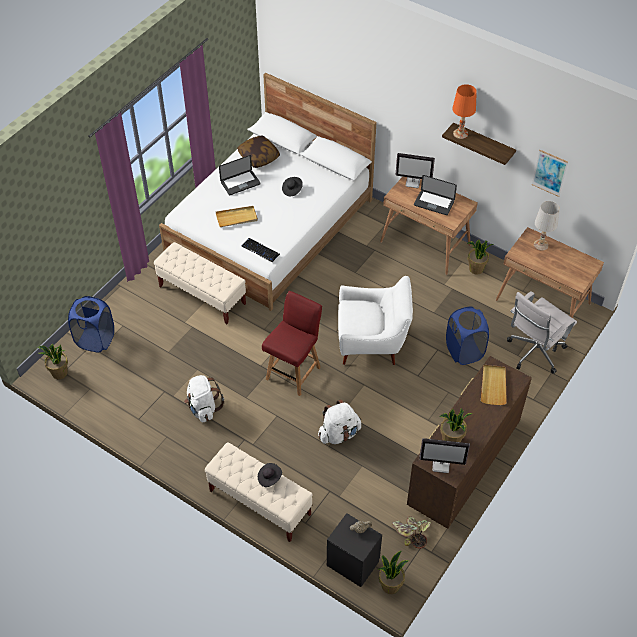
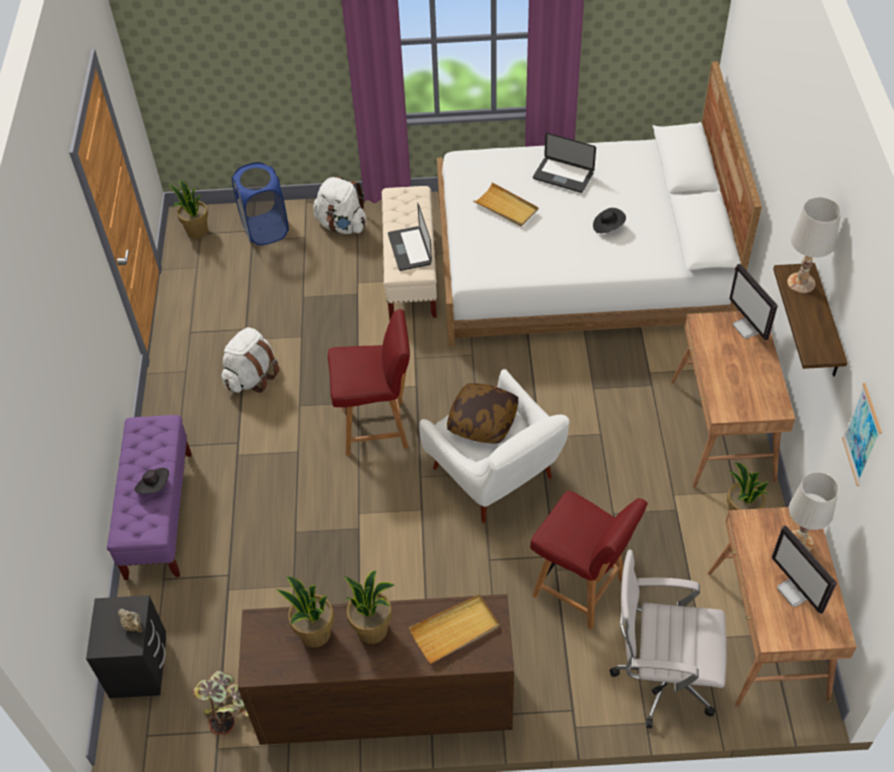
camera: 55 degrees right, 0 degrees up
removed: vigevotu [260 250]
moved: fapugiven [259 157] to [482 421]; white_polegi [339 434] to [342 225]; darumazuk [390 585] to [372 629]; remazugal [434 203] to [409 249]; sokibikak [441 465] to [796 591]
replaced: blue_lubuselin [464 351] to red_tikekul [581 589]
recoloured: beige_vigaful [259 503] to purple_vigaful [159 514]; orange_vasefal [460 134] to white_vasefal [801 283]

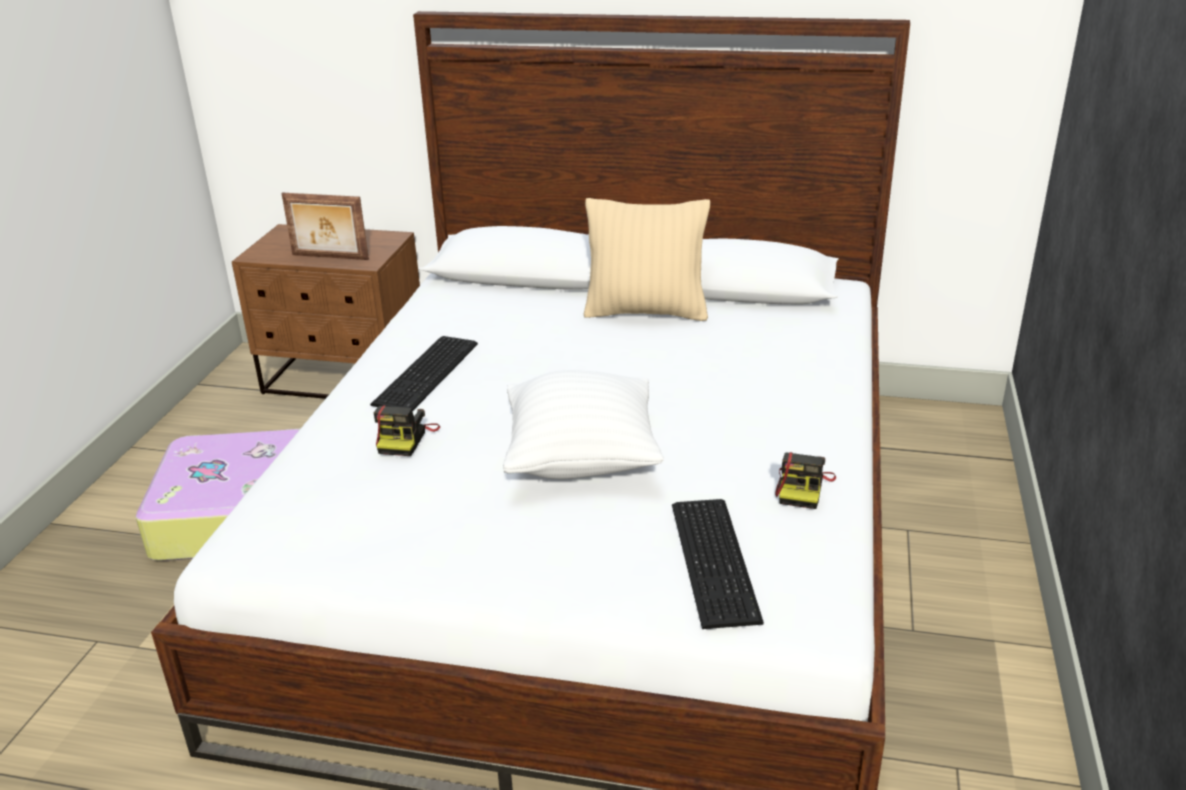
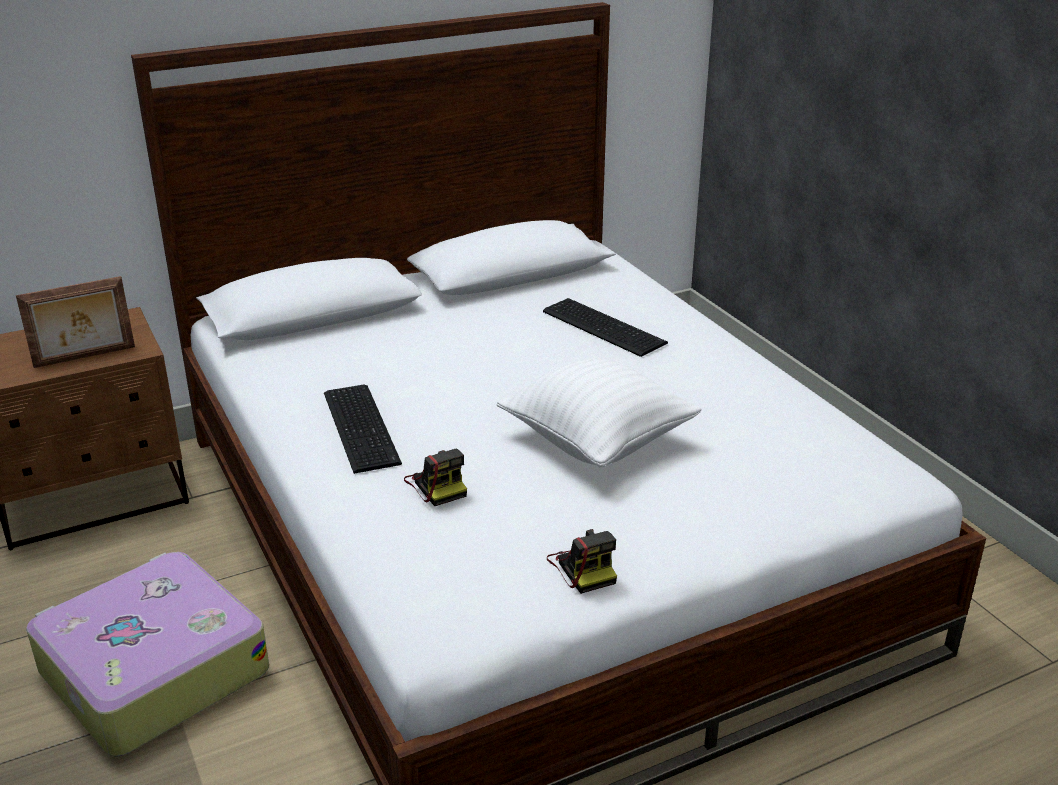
camera: 40 degrees left, 0 degrees up
removed: beige_fapugiven [646 312]
moved: vigevotu [717 559] to [604 326]; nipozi [803 488] to [583 567]

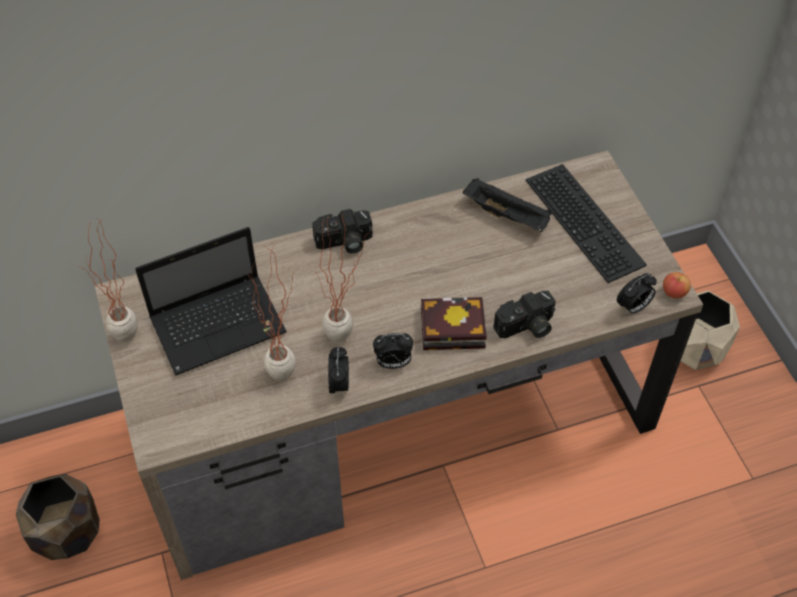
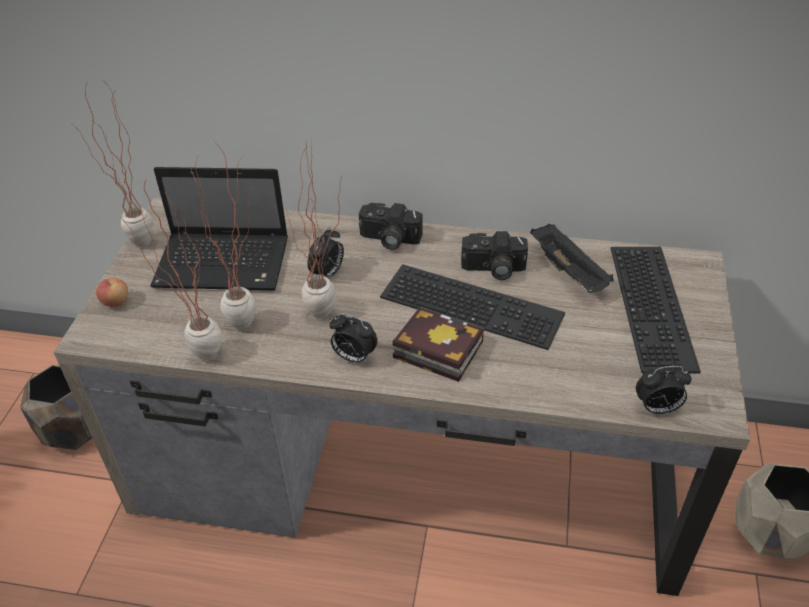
camera: 30 degrees right, 10 degrees down
added: darumazuk [196 354]; vigevotu [474 304]
moved: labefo [339 385] to [328 273]; nipozi [526 327] to [493 269]; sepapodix [674 292] to [115 301]

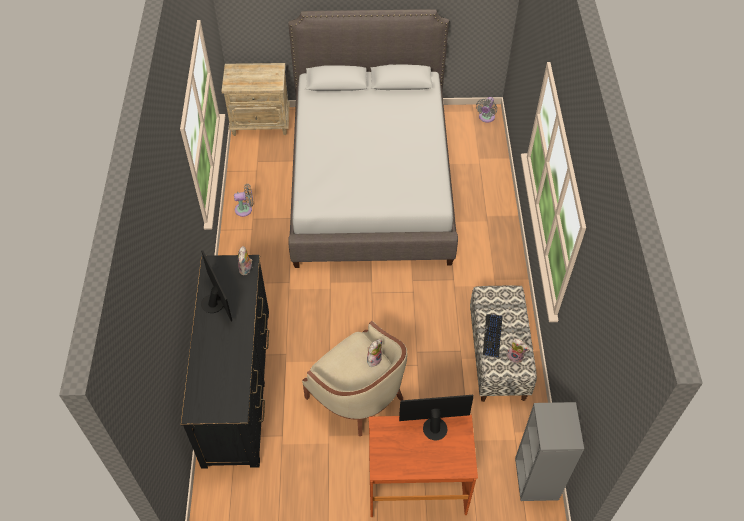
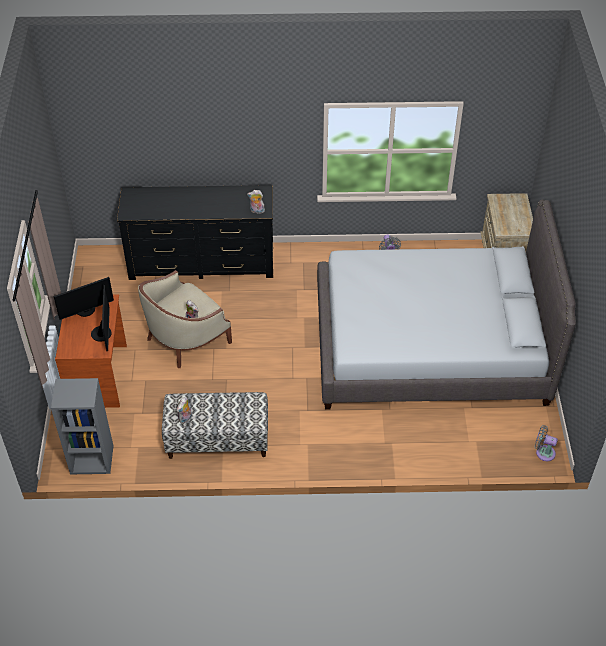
camera: 90 degrees right, 5 degrees down
removed: vigevotu [492 336]
moved: sokibikak [215 302] to [86 310]

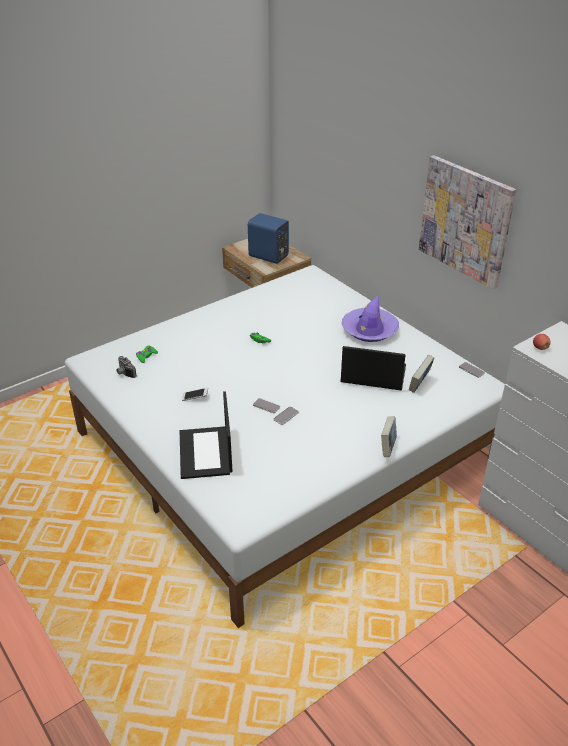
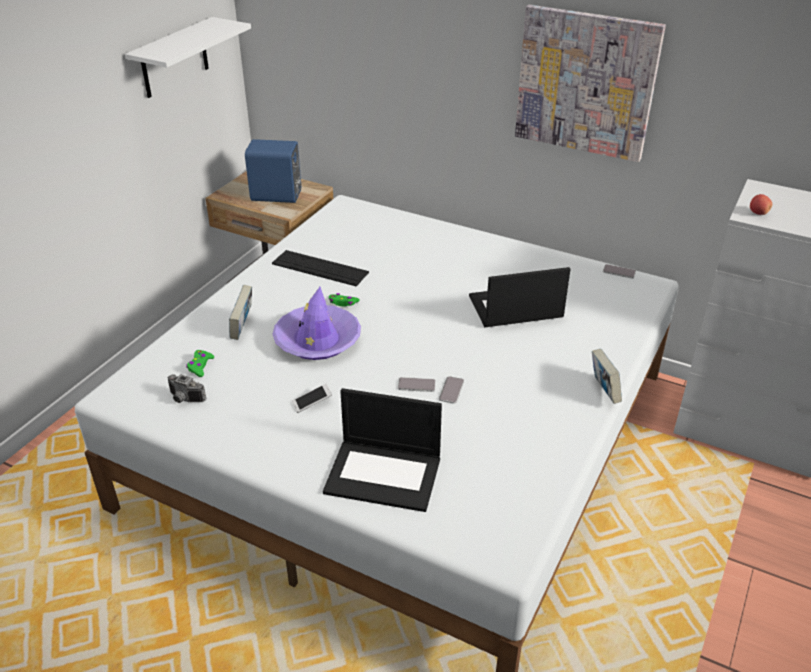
camera: 25 degrees left, 0 degrees up
added: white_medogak [174 58]; vigevotu [320 268]
moved: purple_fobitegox [369 330] to [317 340]; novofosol [419 385] to [243 328]
turned: remazugal [206 453] = [384 474] 45 degrees counterclockwise

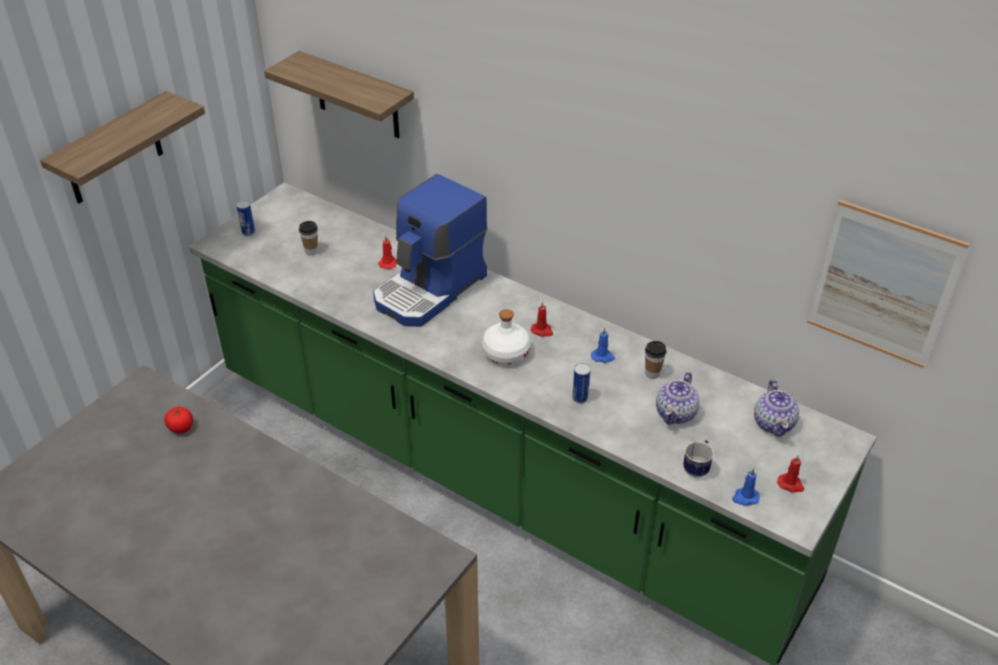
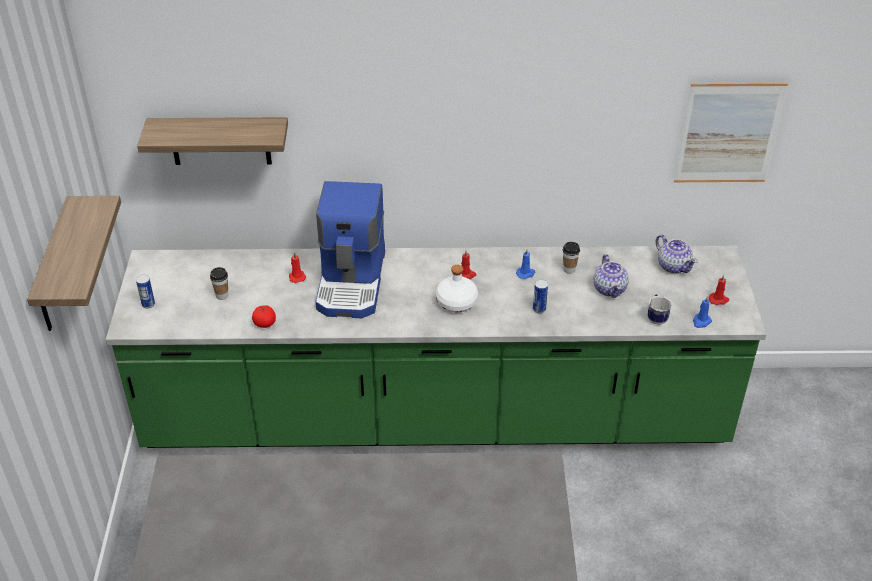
camera: 35 degrees left, 0 degrees up
moved: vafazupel [181 428] to [264 323]

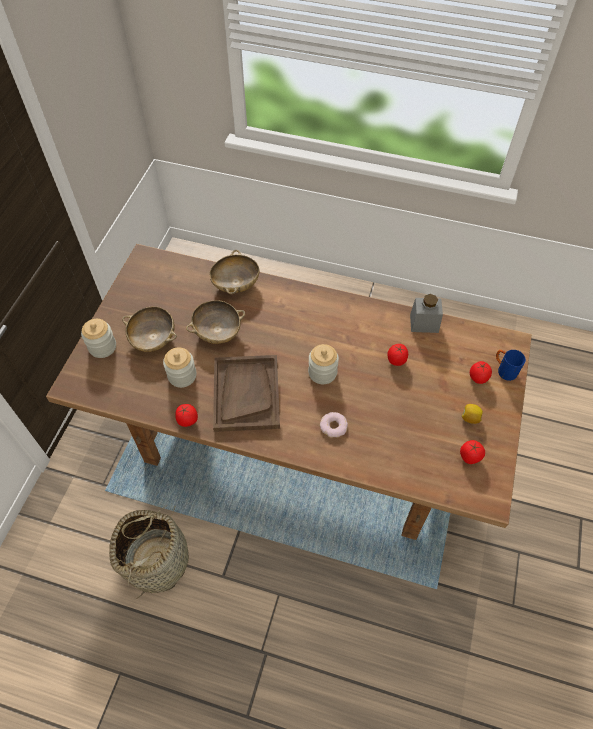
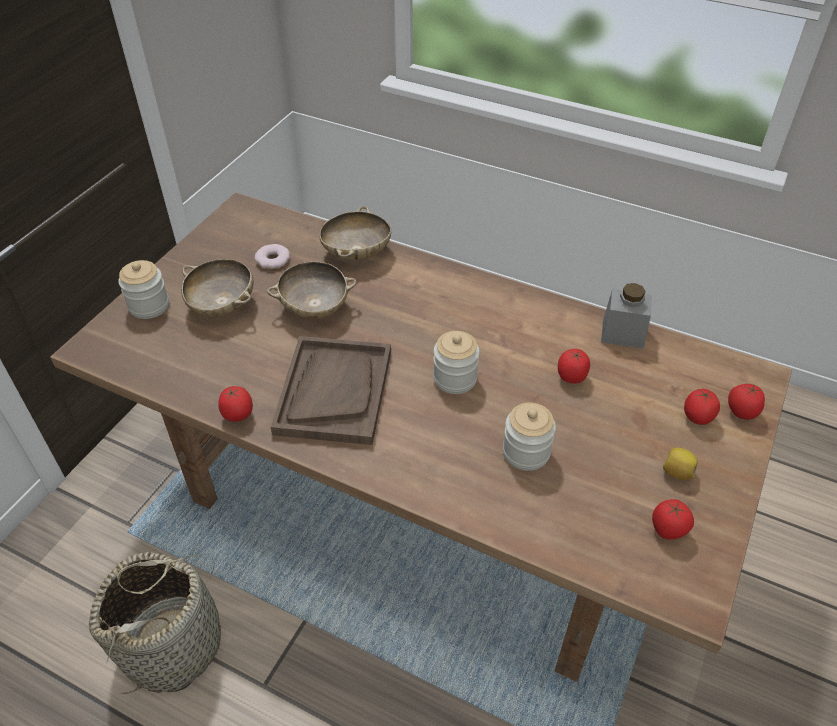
camera: 10 degrees right, 10 degrees down
moved: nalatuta [182 376] to [526 452]; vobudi [333 426] to [273 260]
replaced: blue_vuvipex [504 370] to vafazupel [741 412]

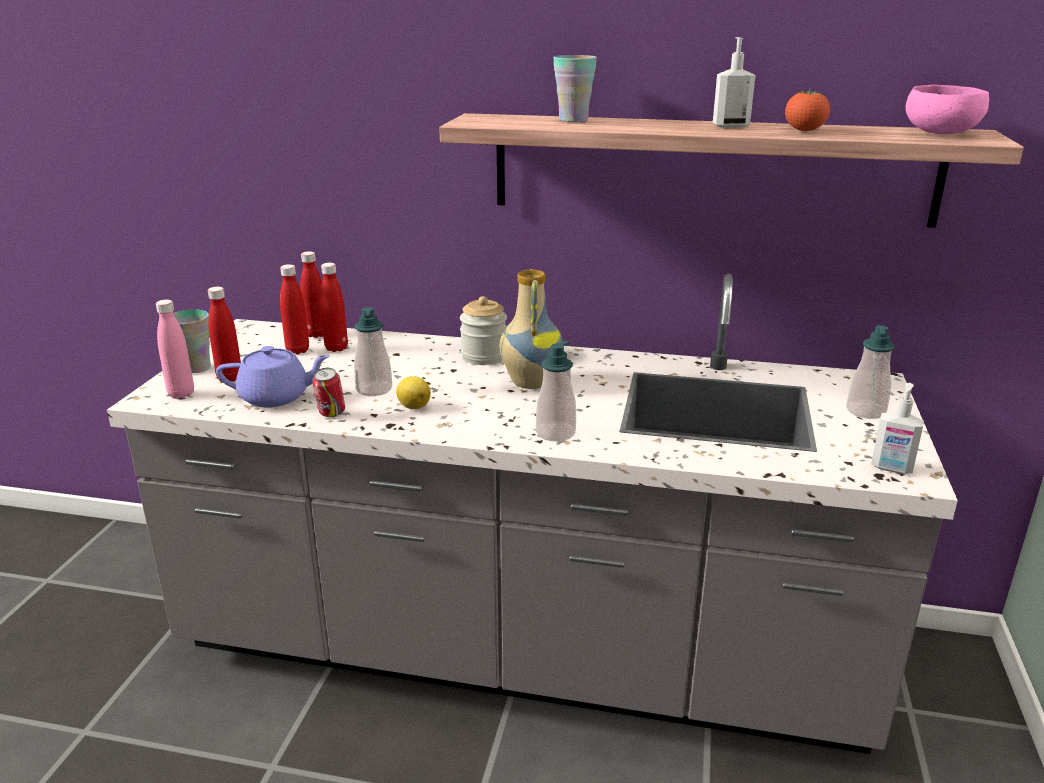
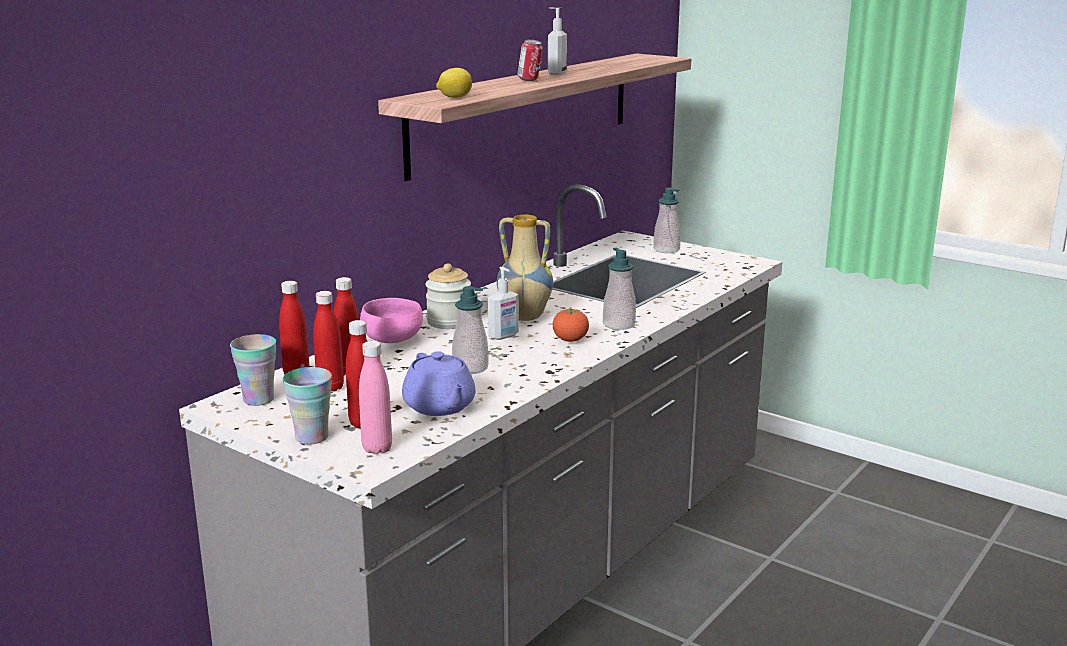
camera: 65 degrees left, 5 degrees down
moved: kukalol [331 415] to [530 80]; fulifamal [413 406] to [454 97]; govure [573 120] to [258 399]; vafazupel [804 131] to [570 340]; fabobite [891 468] to [504 336]; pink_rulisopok [942 134] to [394 340]
turned: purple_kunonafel [276 397] = [440 407] 135 degrees clockwise

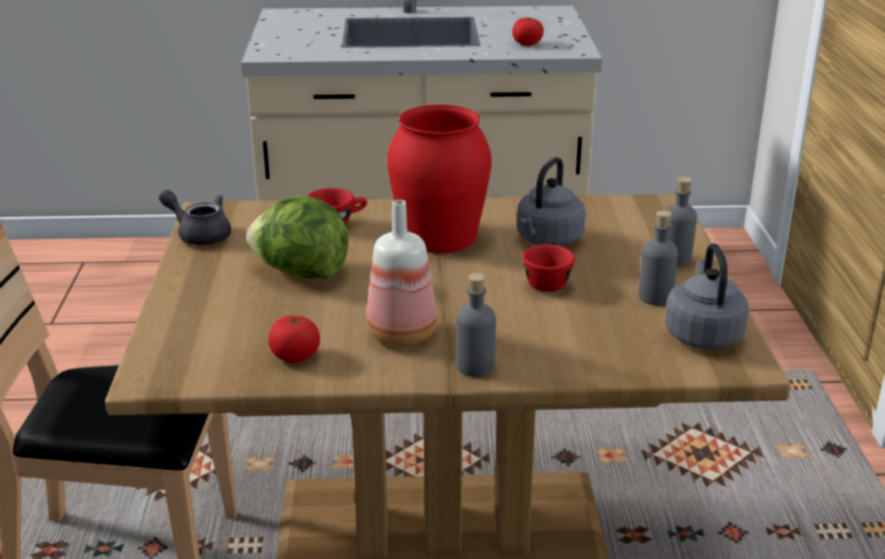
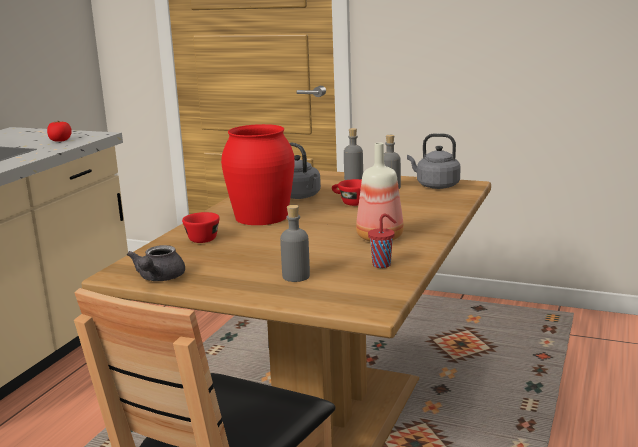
camera: 65 degrees left, 10 degrees down
removed: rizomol [301 273]
moved: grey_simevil [475 366] to [296 276]
replaced: vafazupel [295 356] to red_govure [382 265]
turned: grey_kunonafel [199 234] = [158 278] 45 degrees counterclockwise

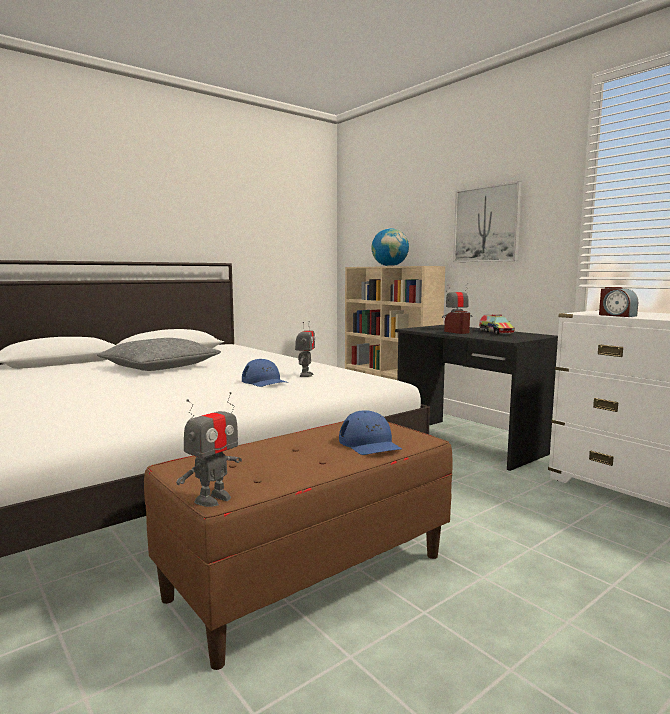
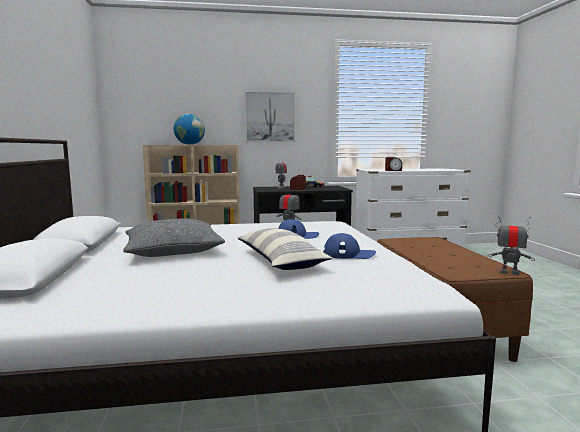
camera: 60 degrees left, 0 degrees up
added: fapugiven [279 261]
moved: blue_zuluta [369 444] to [349 254]
turned: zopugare [213 499] = [509 273] 45 degrees counterclockwise

